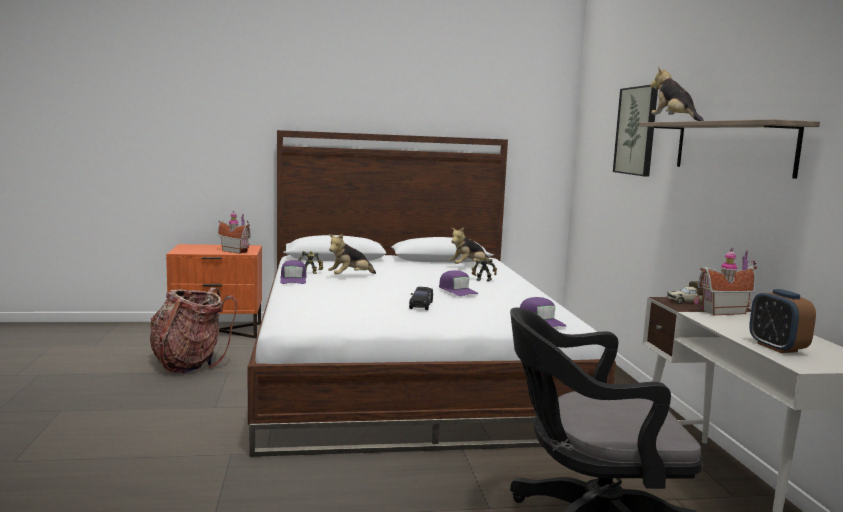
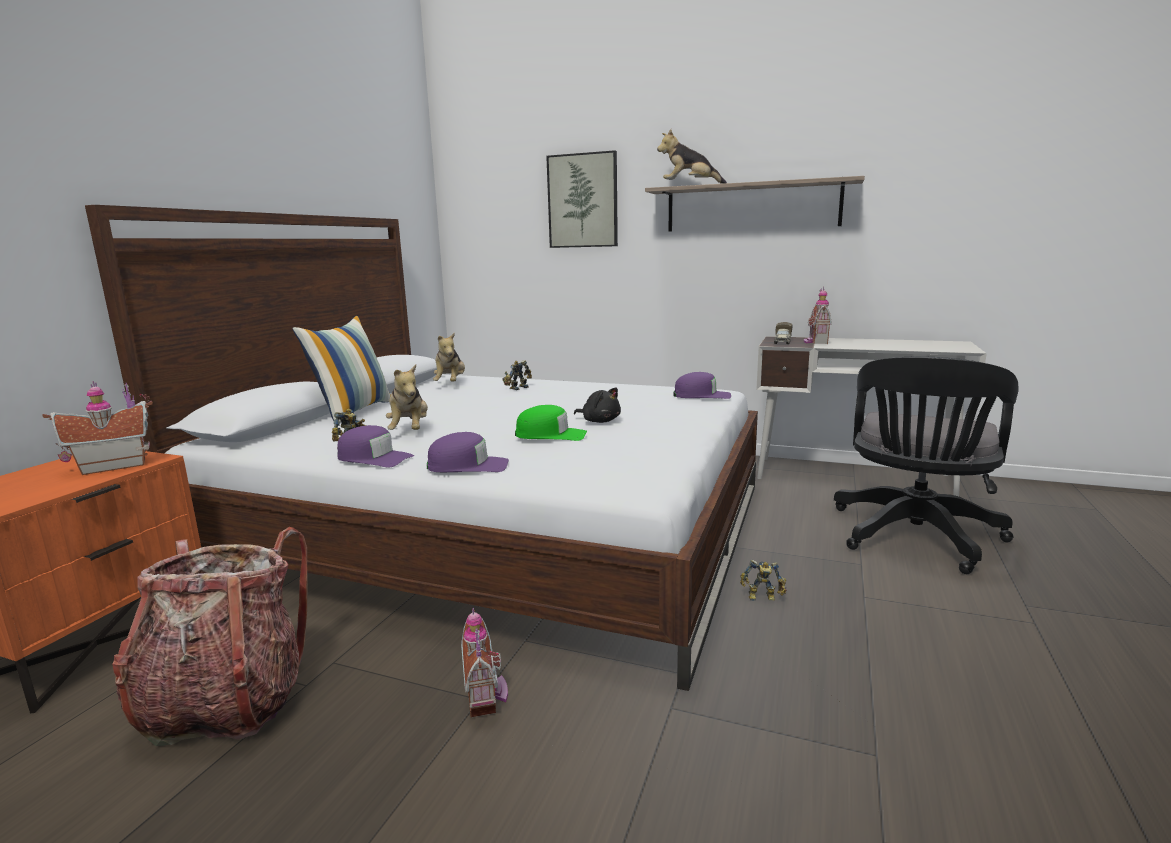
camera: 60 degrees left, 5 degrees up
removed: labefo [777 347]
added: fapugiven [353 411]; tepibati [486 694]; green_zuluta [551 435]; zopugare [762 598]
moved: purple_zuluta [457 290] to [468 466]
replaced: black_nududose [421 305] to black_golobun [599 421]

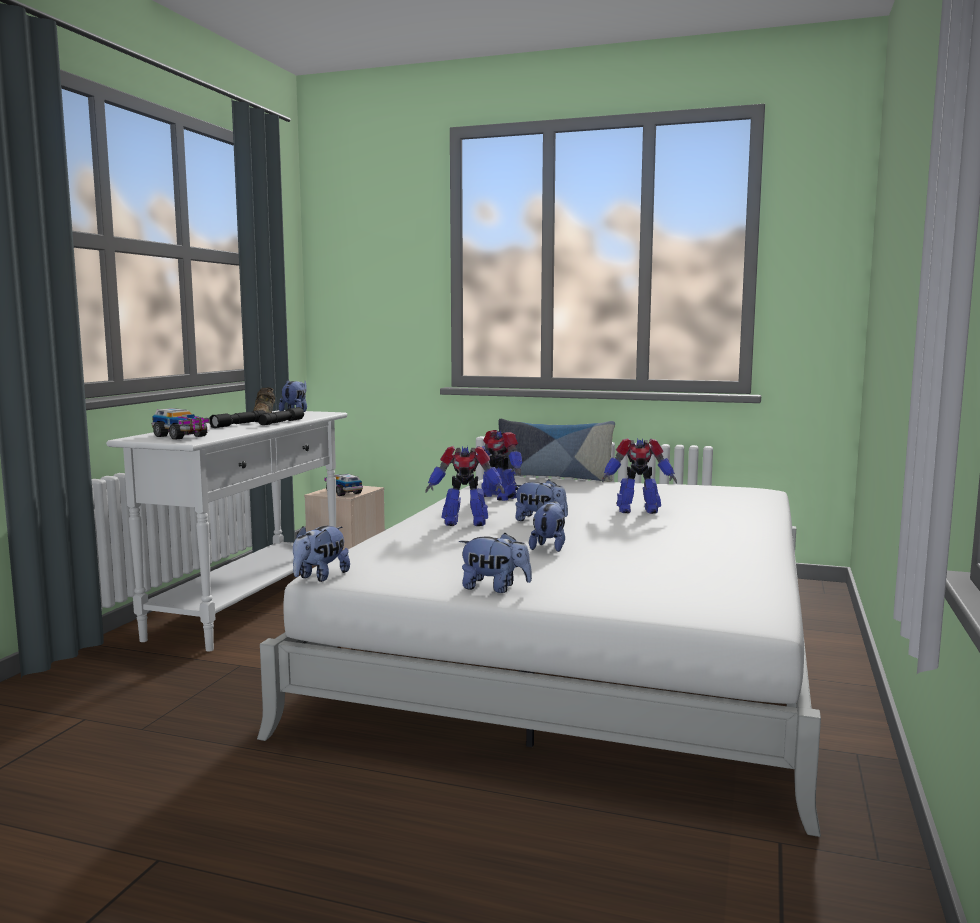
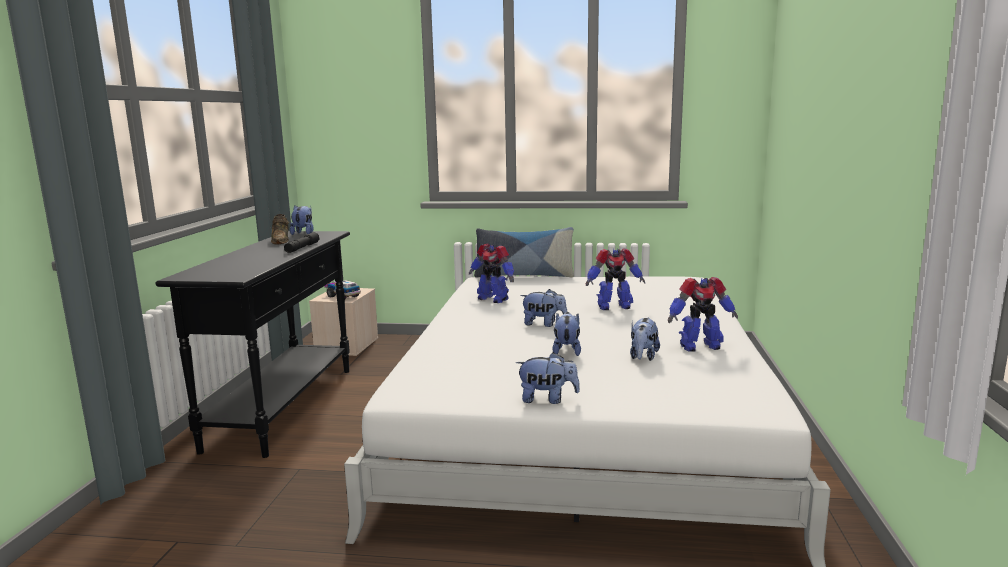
camera: 10 degrees left, 5 degrees up
removed: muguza [181 436]; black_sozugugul [239 424]
moved: golobun [320 577] to [643 357]; zopugare [464 522] to [699 346]
recoloured: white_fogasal [250 605] to black_fogasal [284 407]

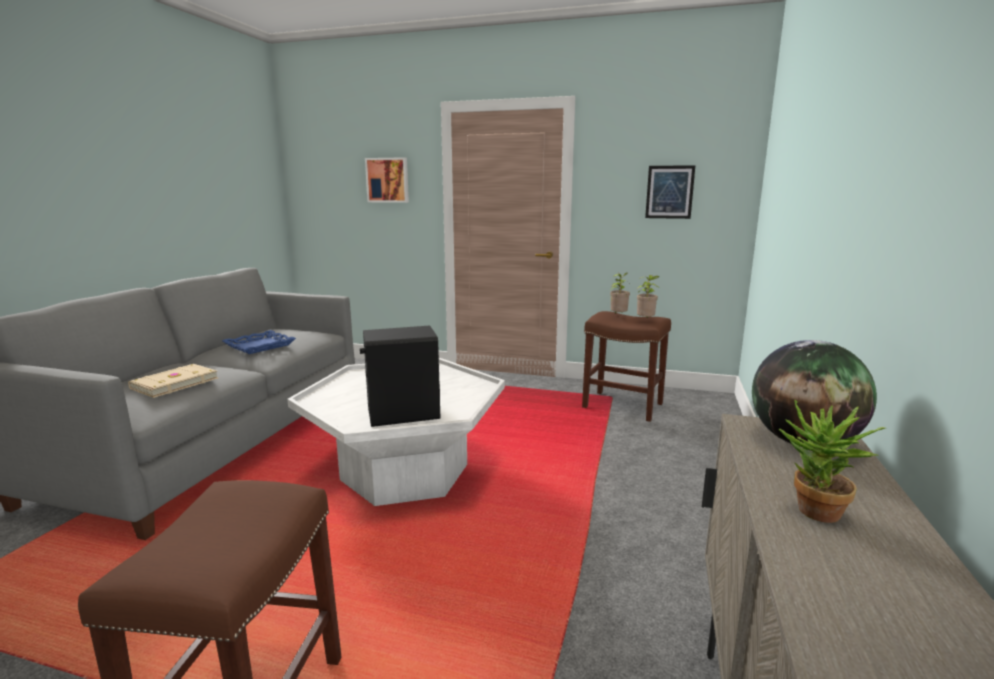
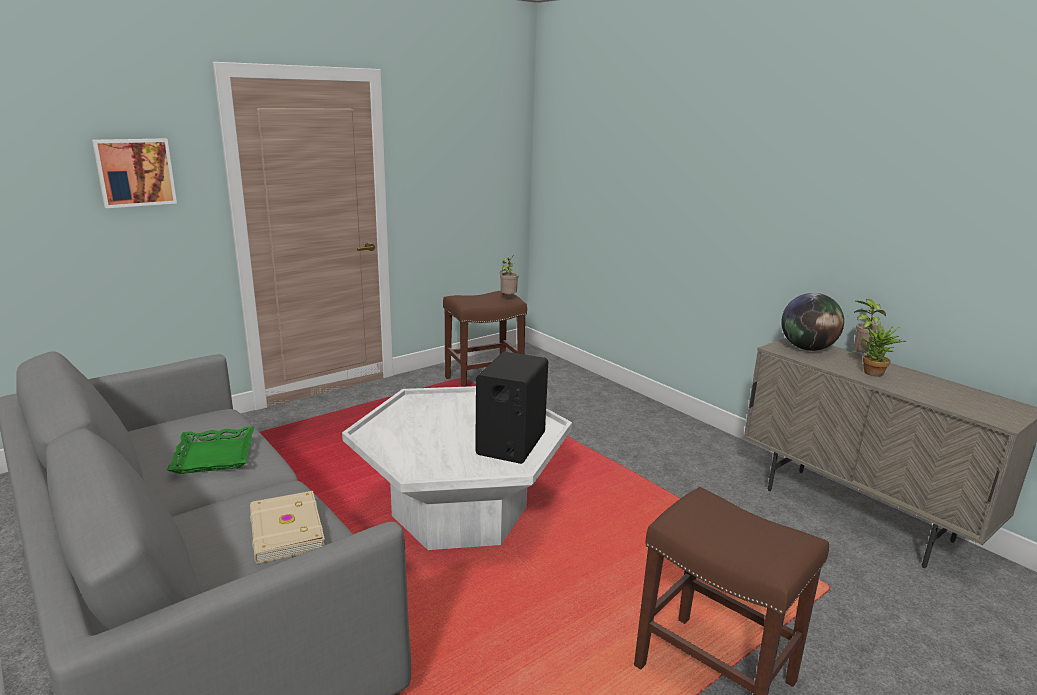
camera: 55 degrees left, 5 degrees up
removed: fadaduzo [669 192]
moved: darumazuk [618 316] to [861 358]
recoloured: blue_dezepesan [259 346] to green_dezepesan [213 456]

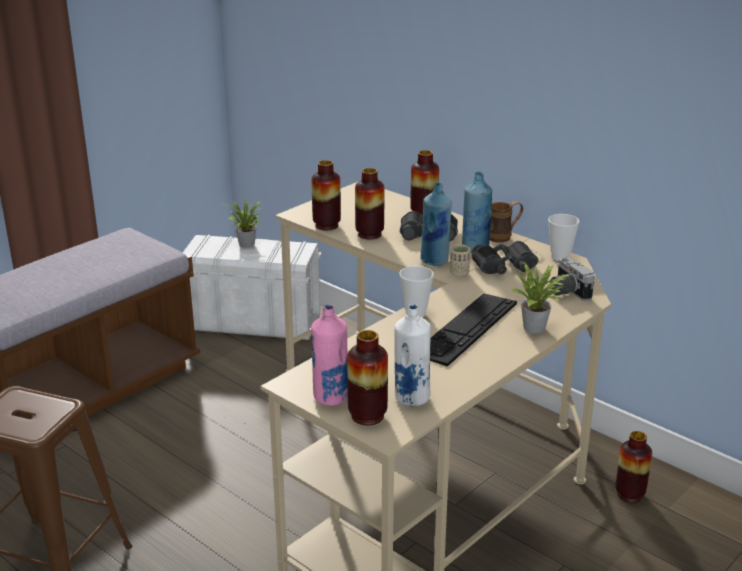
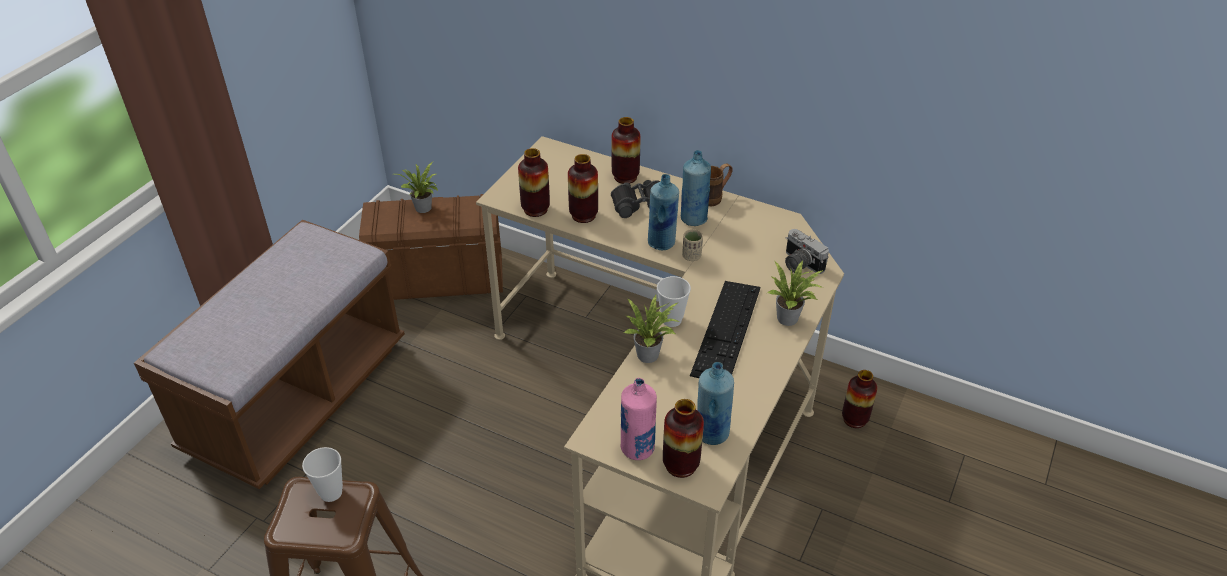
camera: 15 degrees left, 15 degrees up
removed: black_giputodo [504 267]
added: darumazuk [651 354]
moved: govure [560 257] to [331 493]
recoloured: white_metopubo [253 322] to brown_metopubo [438 279]; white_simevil [411 398] to blue_simevil [711 433]

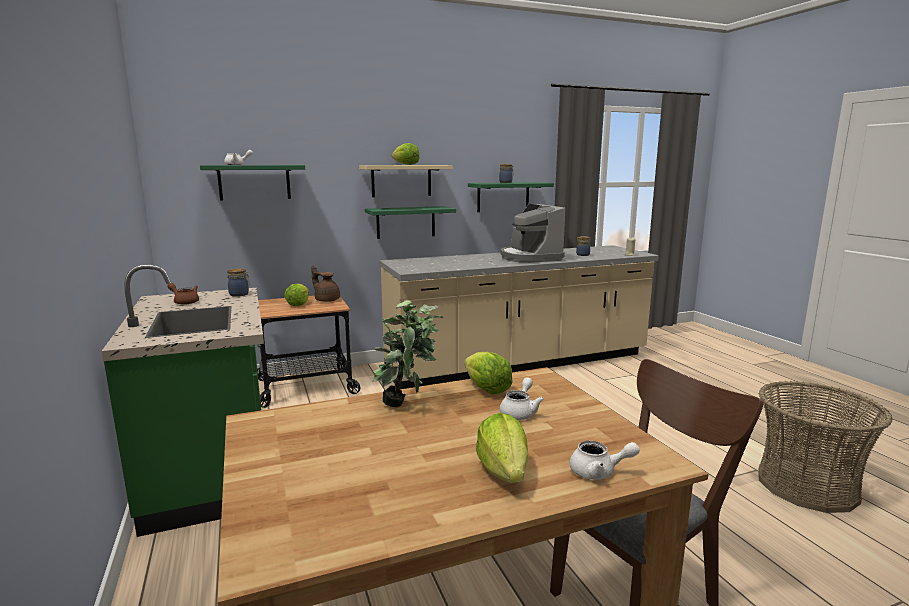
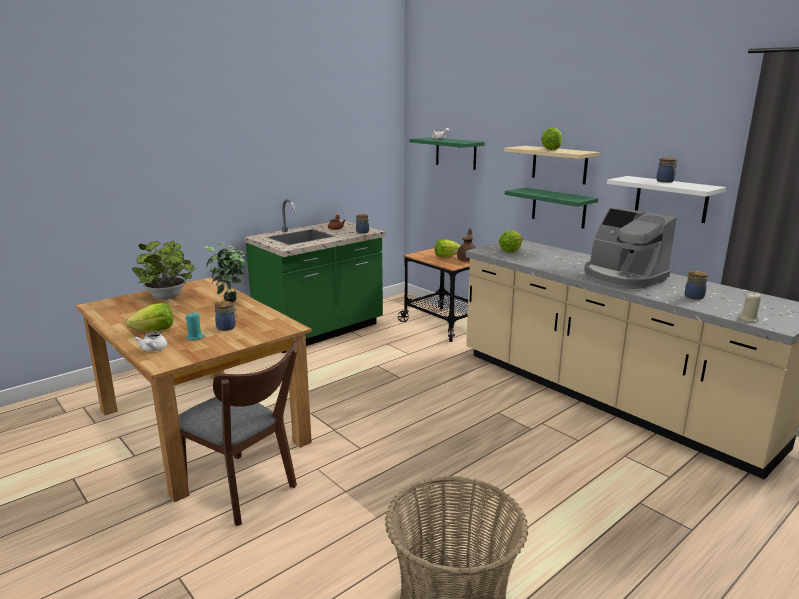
camera: 70 degrees right, 5 degrees up
added: darumazuk [168 297]; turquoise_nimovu [195 337]
moved: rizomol [486 389] to [511 251]
replaced: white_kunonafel [520 412] to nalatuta [227 327]
recoloured: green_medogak [503 197] to white_medogak [671 199]
turned: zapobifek [529 257] = [622 277] 90 degrees counterclockwise

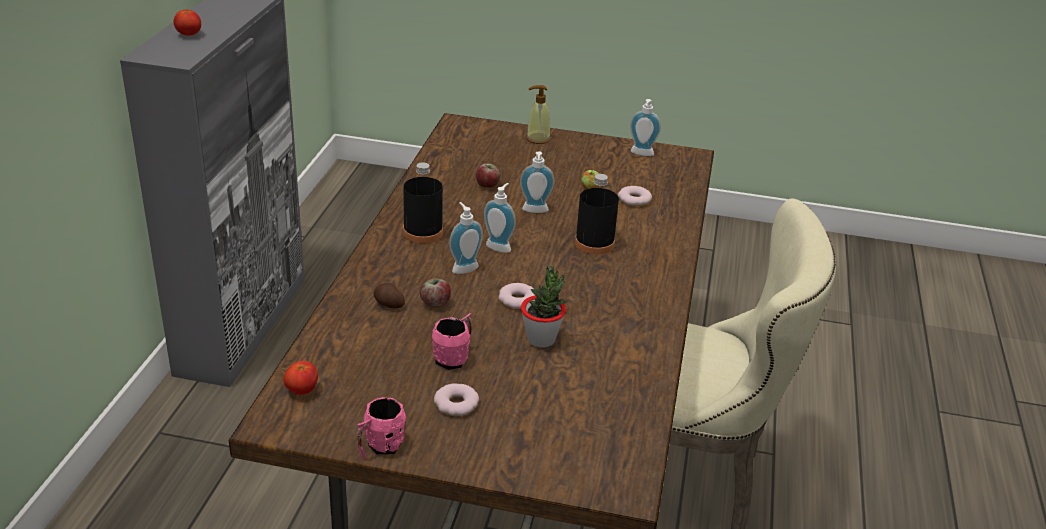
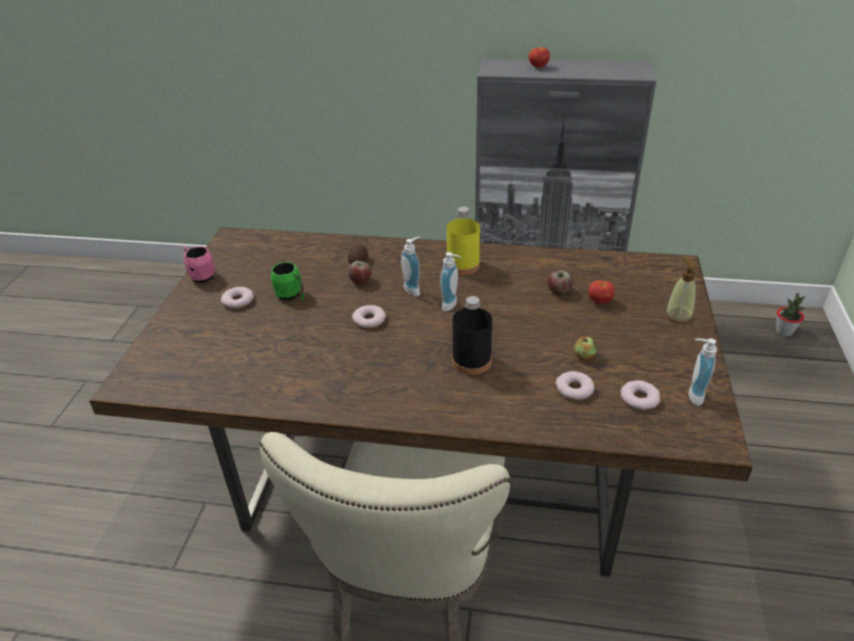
camera: 90 degrees right, 5 degrees up
removed: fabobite [535 211]
added: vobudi [639 398]
moved: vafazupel [302 390] to [599 301]; darumazuk [541 339] to [784 331]
recoloured: black_simevil [423 232] to yellow_simevil [463 265]; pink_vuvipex [454 357] to green_vuvipex [291 295]

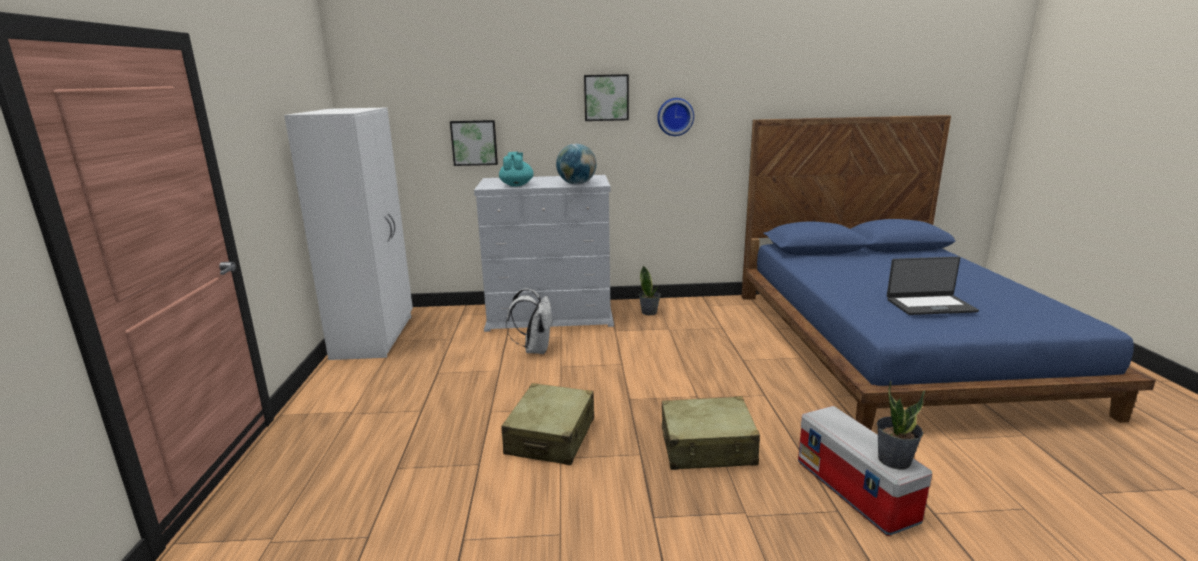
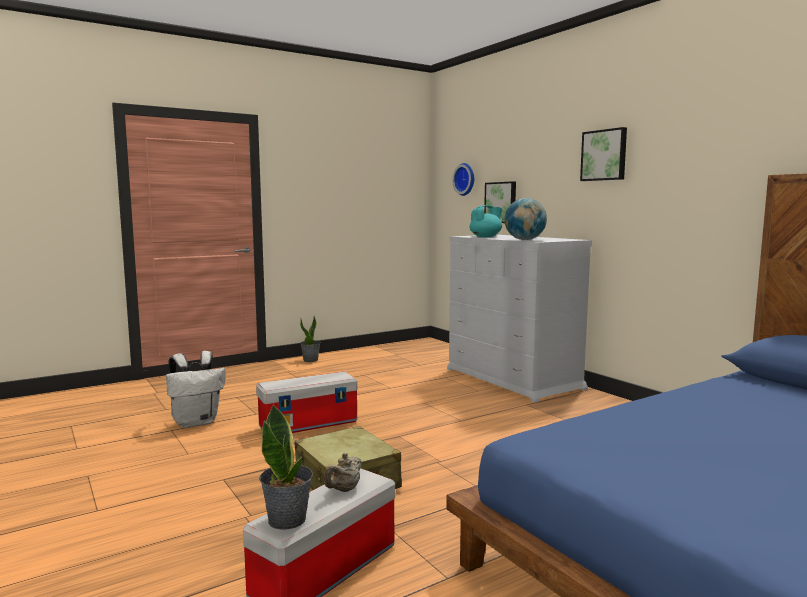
camera: 60 degrees right, 10 degrees down
removed: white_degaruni [375 336]; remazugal [930 305]
added: beige_kunonafel [344 490]
moved: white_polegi [535 349] to [196 422]; darumazuk [649 312] to [310 360]; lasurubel [675 116] to [465 179]
replaced: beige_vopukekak [551 436] to metopubo [309 424]

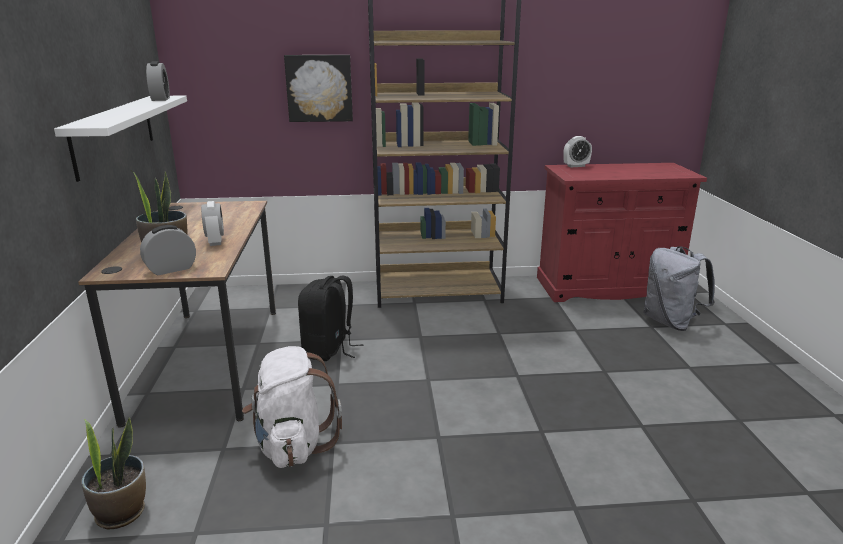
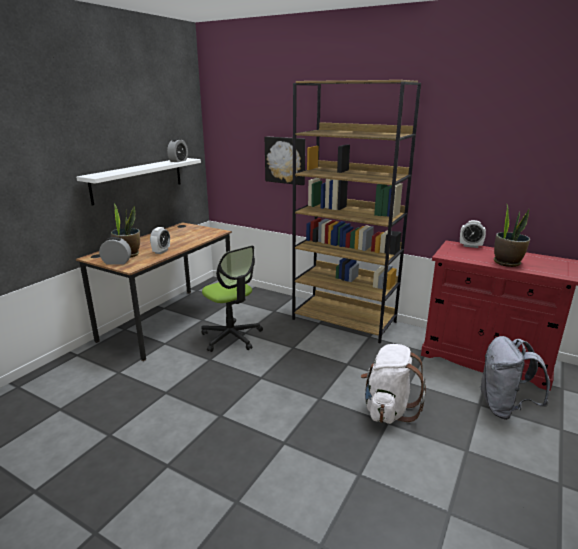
camera: 35 degrees right, 0 degrees up
moved: darumazuk [121 513] to [507 262]; white_polegi [292 445] to [388 409]
replaced: black_polegi [329 350] to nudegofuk [231 337]

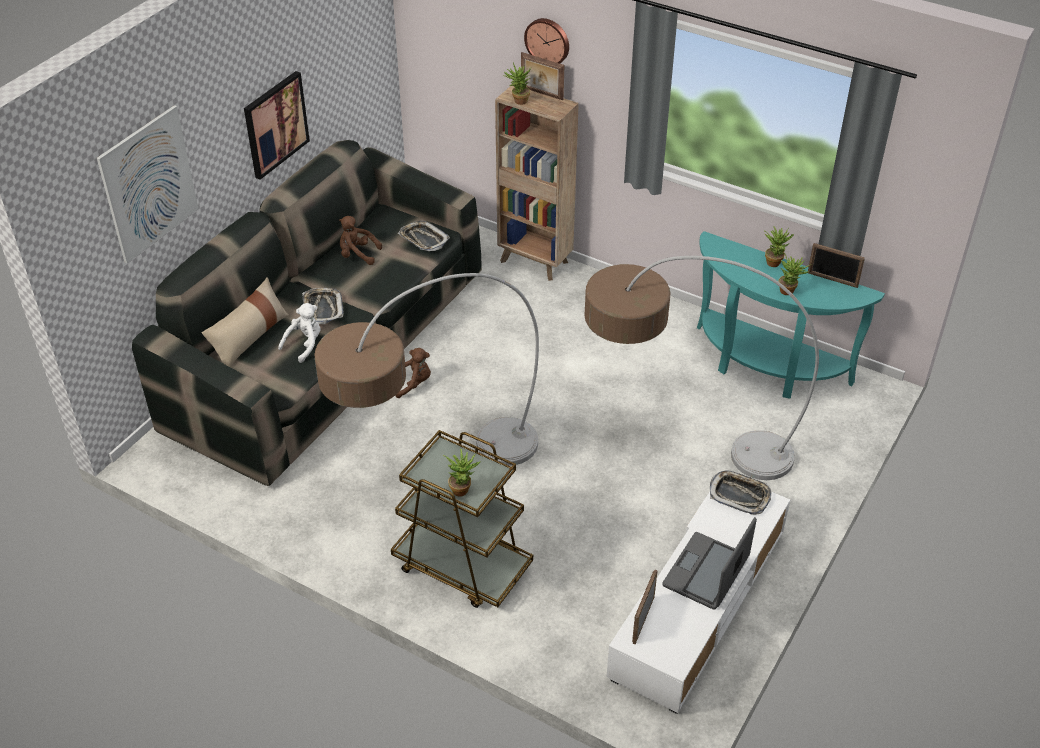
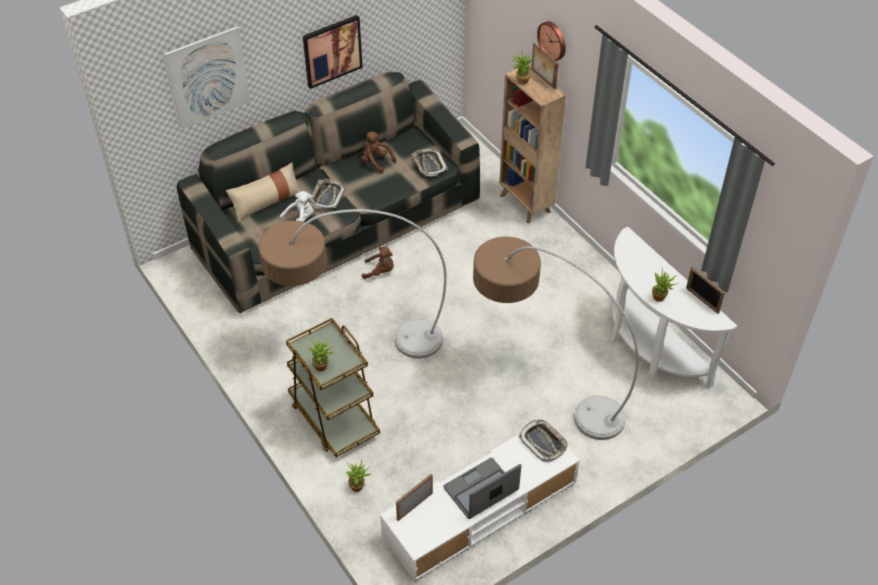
camera: 25 degrees right, 5 degrees up
moved: darumazuk [775 261] to [359 486]
recoloured: turquoise_fogasal [765 367] to white_fogasal [649 348]

